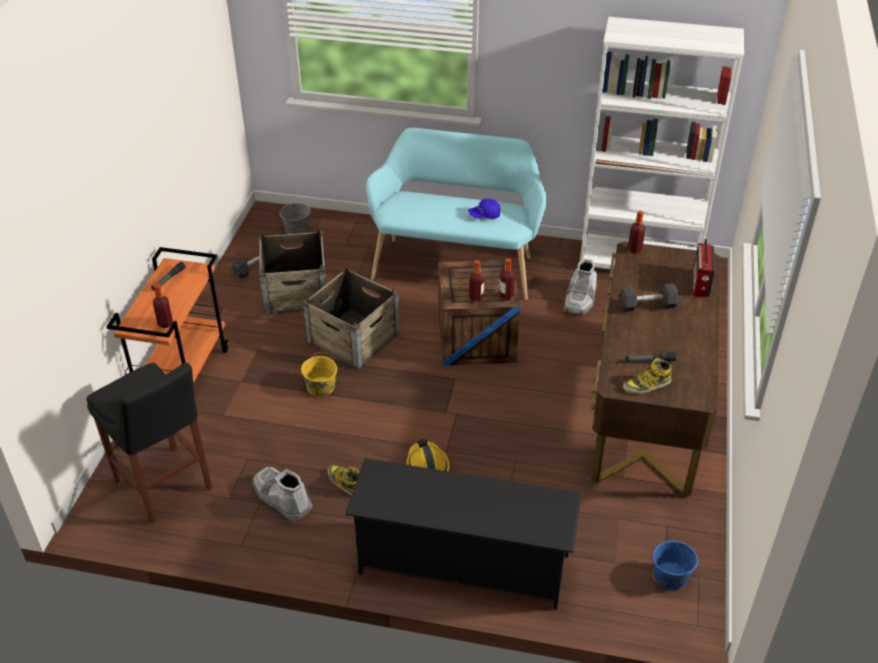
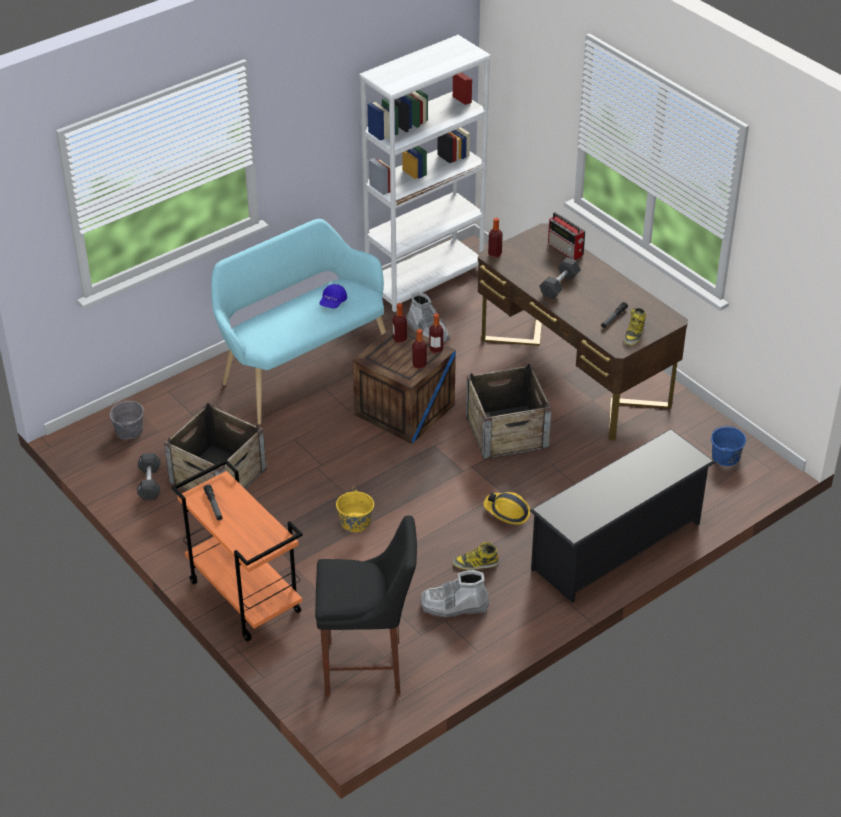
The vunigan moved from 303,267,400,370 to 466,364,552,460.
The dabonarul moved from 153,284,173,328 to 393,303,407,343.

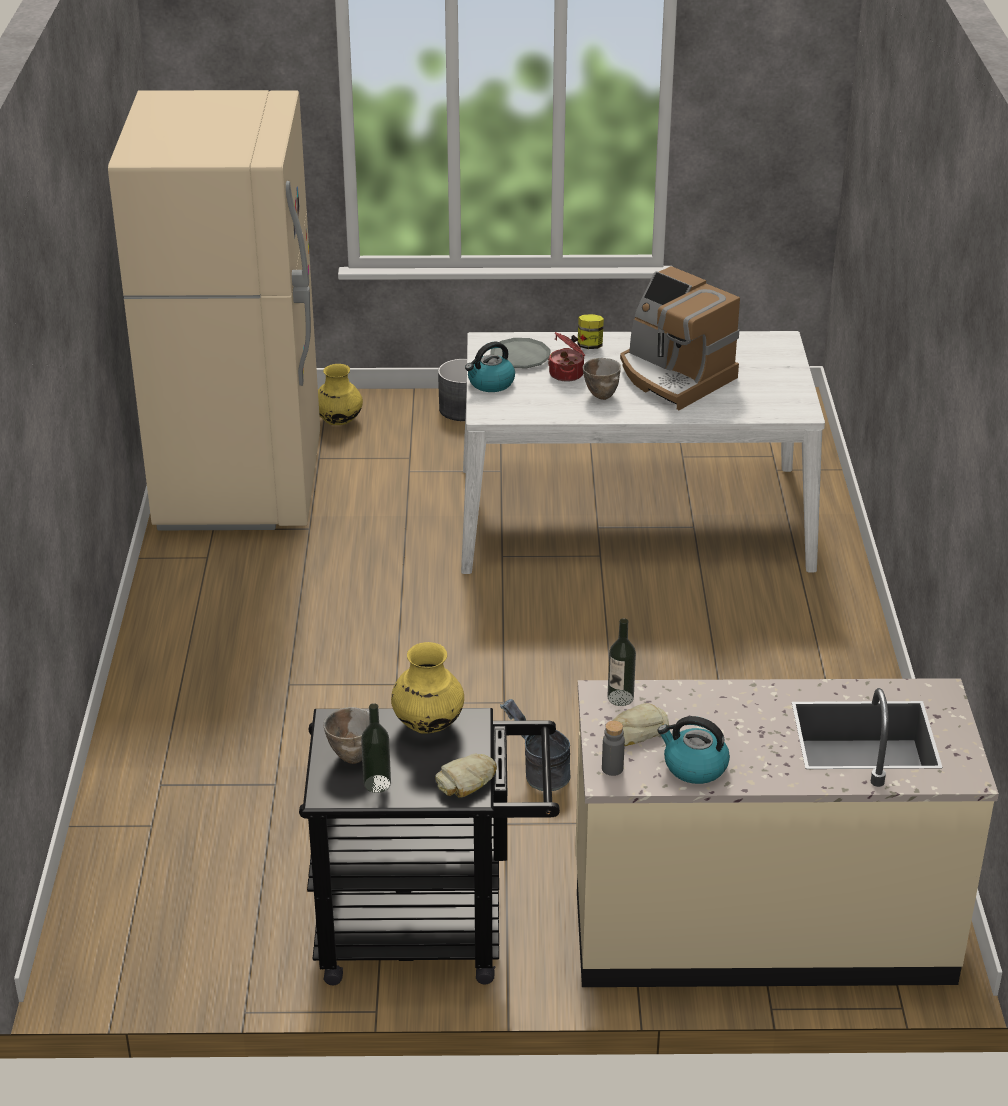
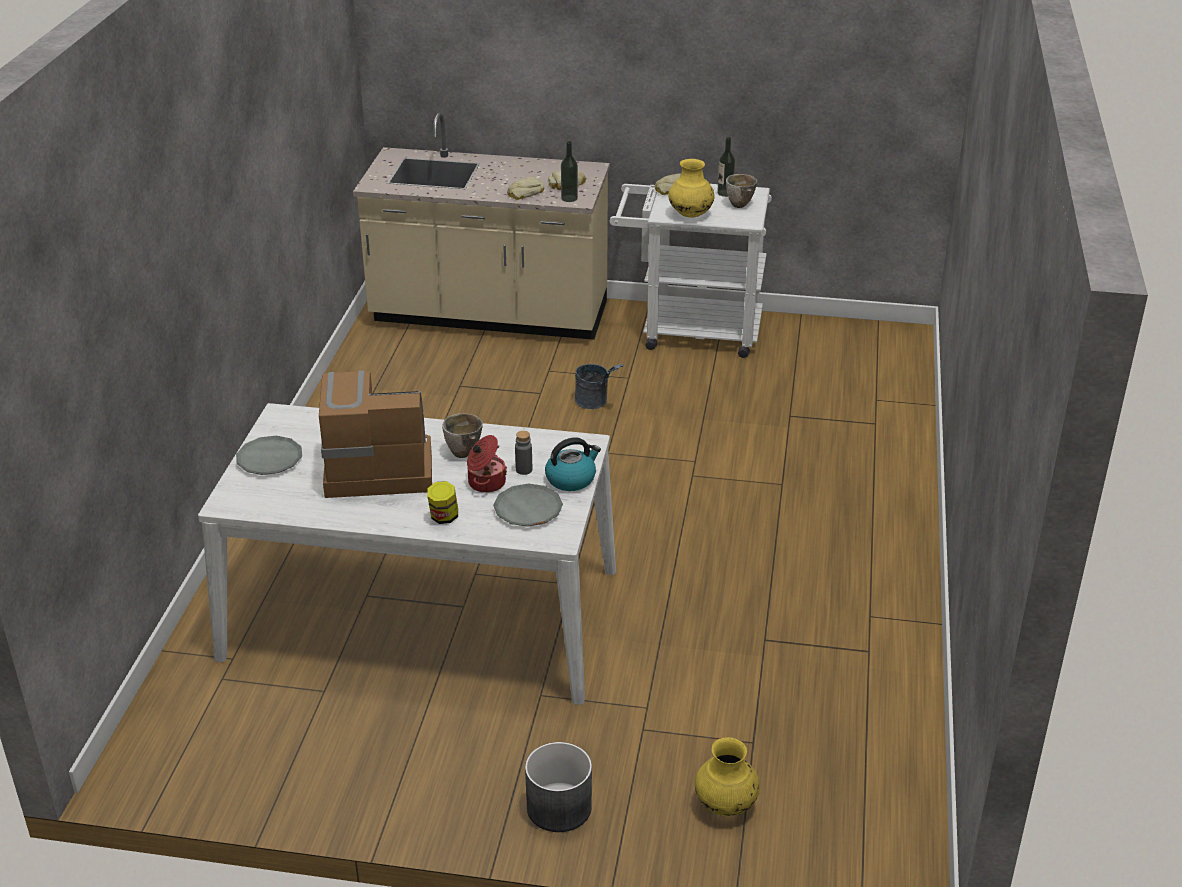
The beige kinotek at 108,90,320,530 disappeared.
The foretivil at 620,266,740,410 turned 60 degrees counterclockwise.
The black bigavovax at 299,708,560,985 became the white bigavovax at 610,184,772,358.
The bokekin at 657,716,730,784 disappeared.
The grey dabonarul moved from 602,720,625,776 to 515,431,532,475.
The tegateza at 507,176,544,200 appeared.
The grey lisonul at 236,436,302,475 appeared.

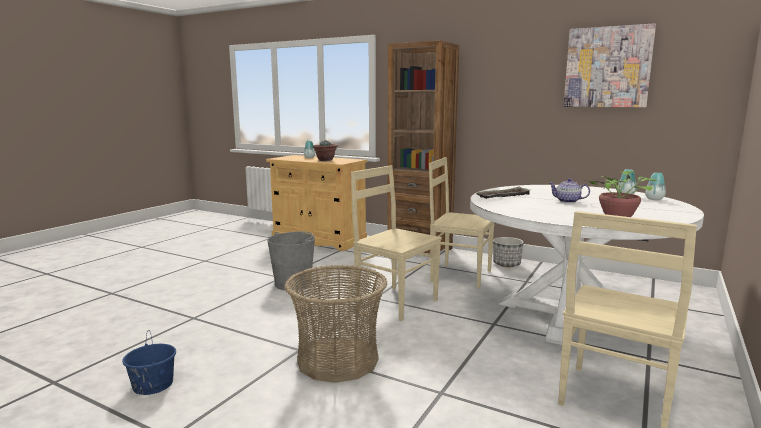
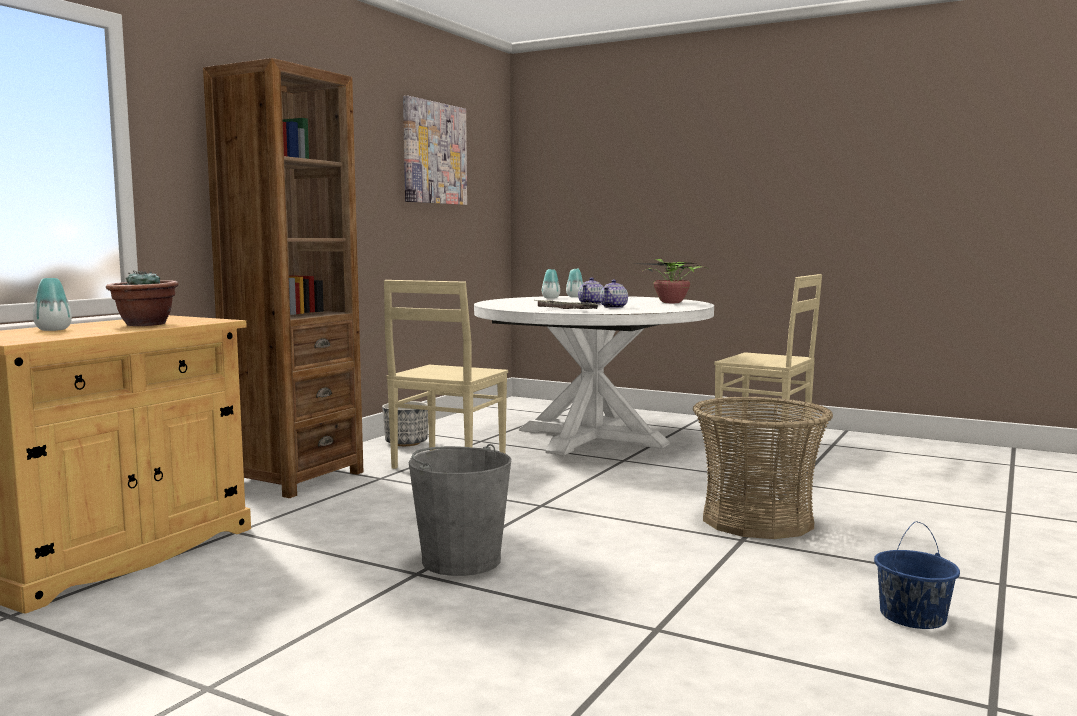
The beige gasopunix at 351,165,442,321 disappeared.
The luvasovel at 600,280,628,308 appeared.

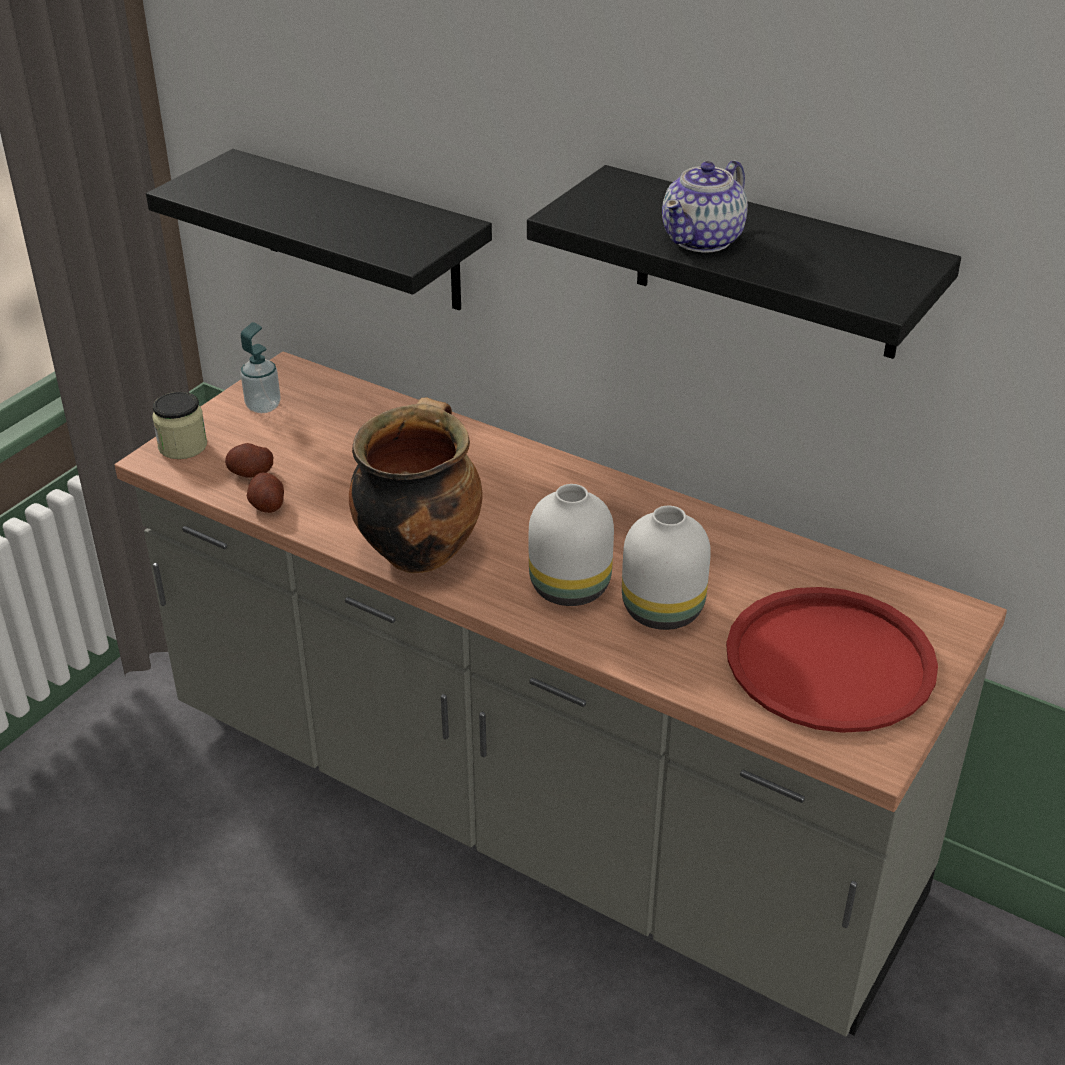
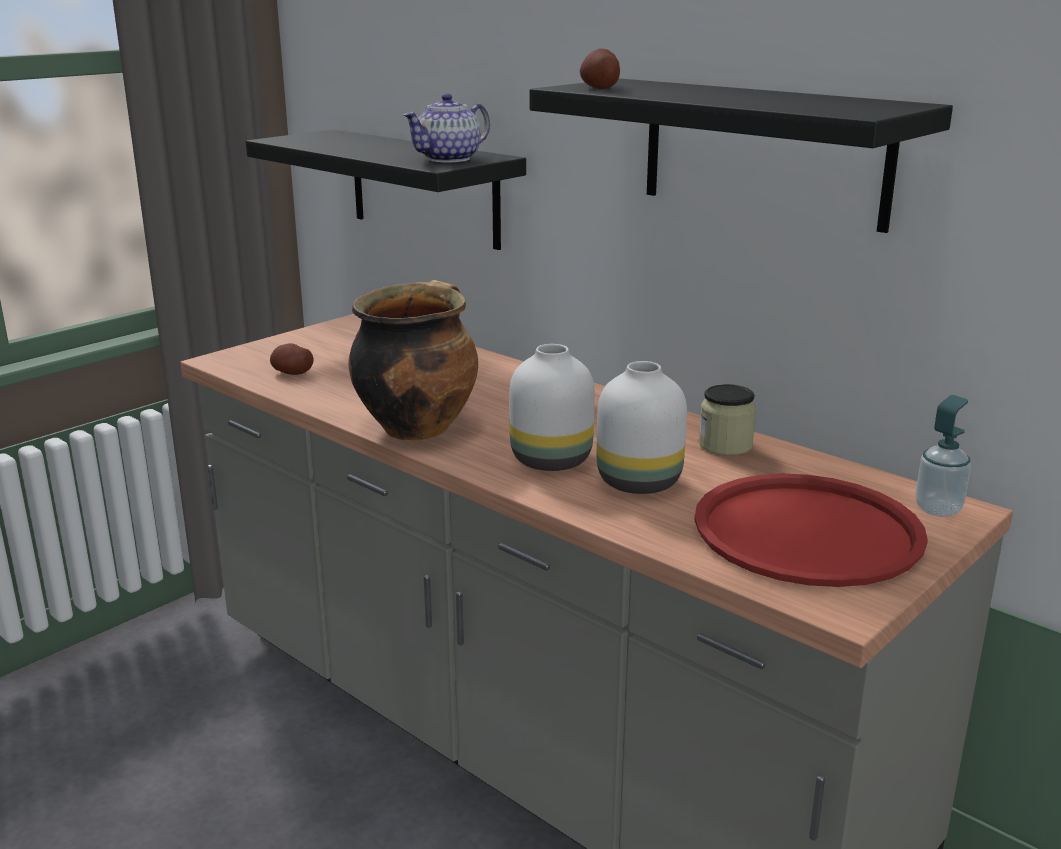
The luvasovel moved from 662,160,748,253 to 403,94,490,163.
The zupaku moved from 241,322,281,413 to 915,395,971,517.
The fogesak moved from 152,392,207,459 to 699,384,756,455.
The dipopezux moved from 247,472,284,513 to 580,48,620,89.

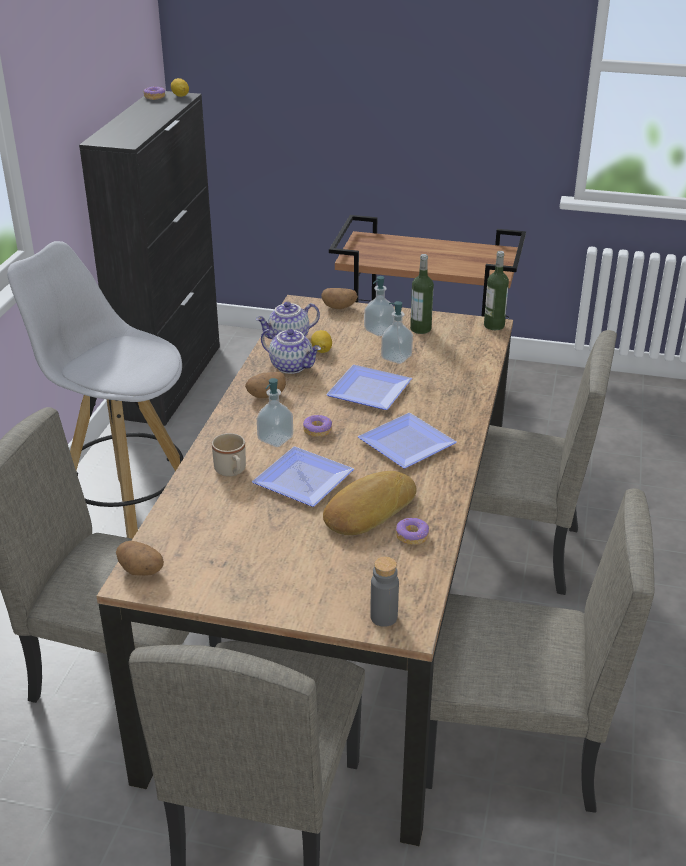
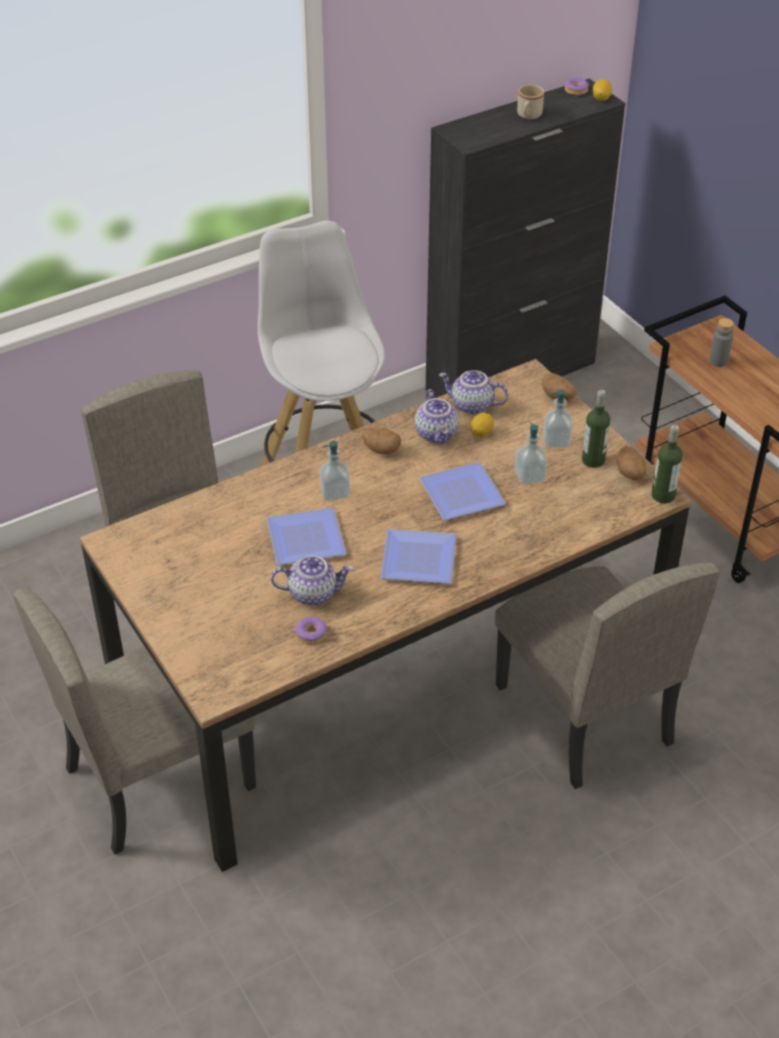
The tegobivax at 303,415,332,437 disappeared.
The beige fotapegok moved from 212,433,246,477 to 517,85,544,119.
The tegateza at 323,471,417,535 was replaced by the luvasovel at 271,556,353,606.
The beige gasopunix at 426,488,654,813 disappeared.
The dipopezux moved from 116,541,164,576 to 617,447,647,480.
The grey dabonarul moved from 370,557,399,627 to 709,318,734,367.

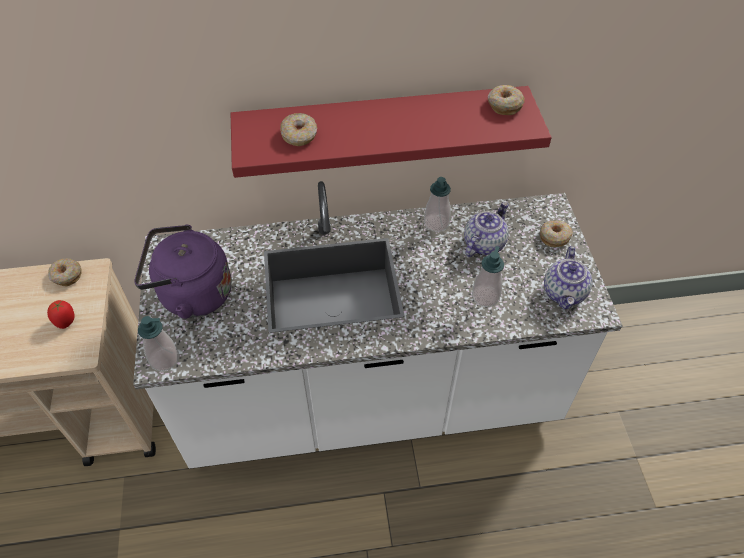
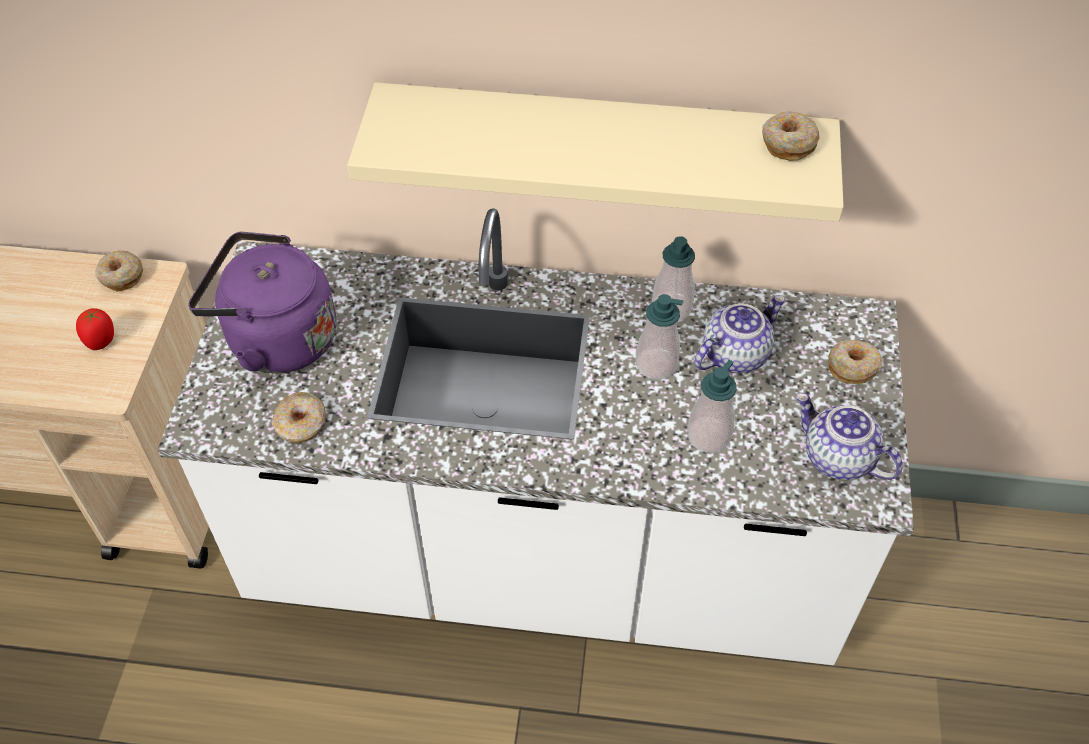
The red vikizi at 231,86,552,178 became the beige vikizi at 347,82,844,222.
The tegobivax moved from 280,113,317,146 to 272,392,326,443.
The luvasovel at 544,246,592,309 turned 105 degrees clockwise.
The zupaku moved from 138,316,179,371 to 636,294,683,380.

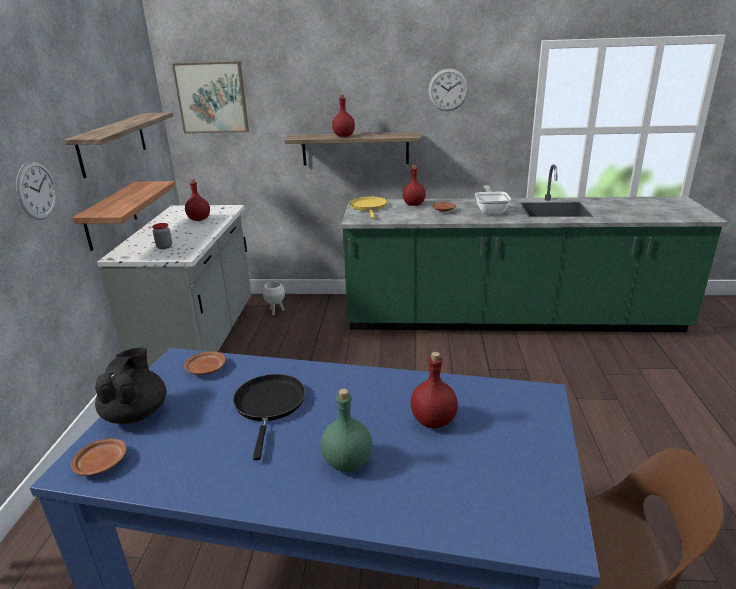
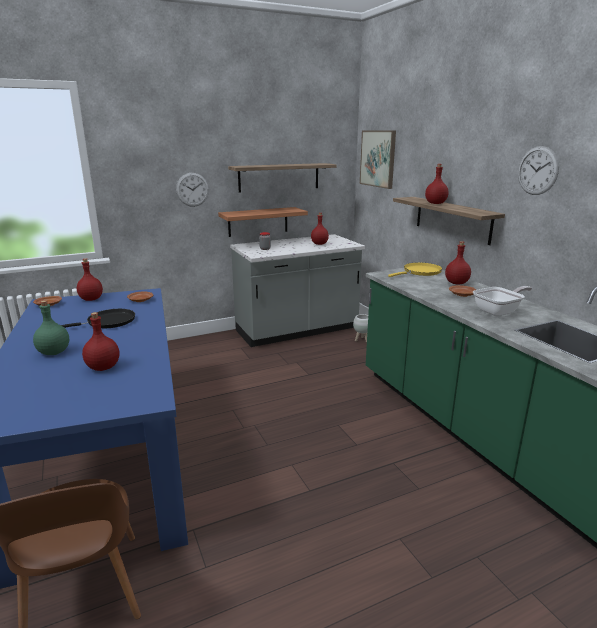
The black luvasovel at 95,347,166,424 was replaced by the red dabonarul at 77,258,103,301.

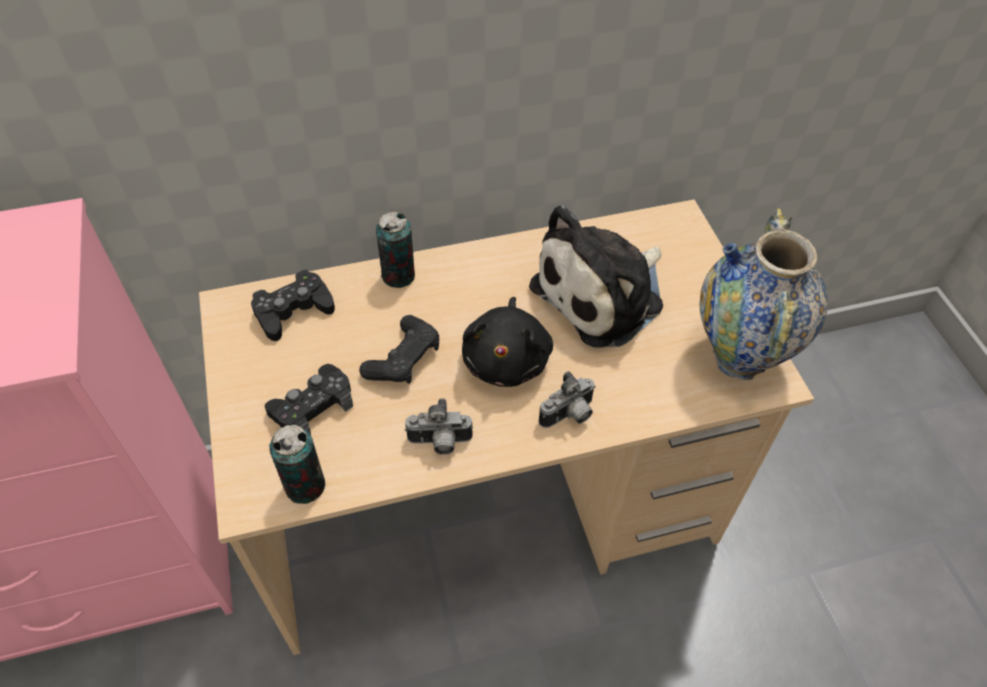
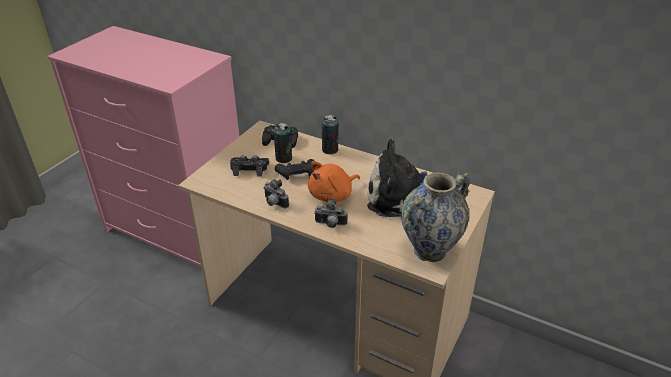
The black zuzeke at 462,297,553,387 became the orange zuzeke at 308,161,360,202.
The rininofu moved from 269,425,325,504 to 274,123,292,163.

